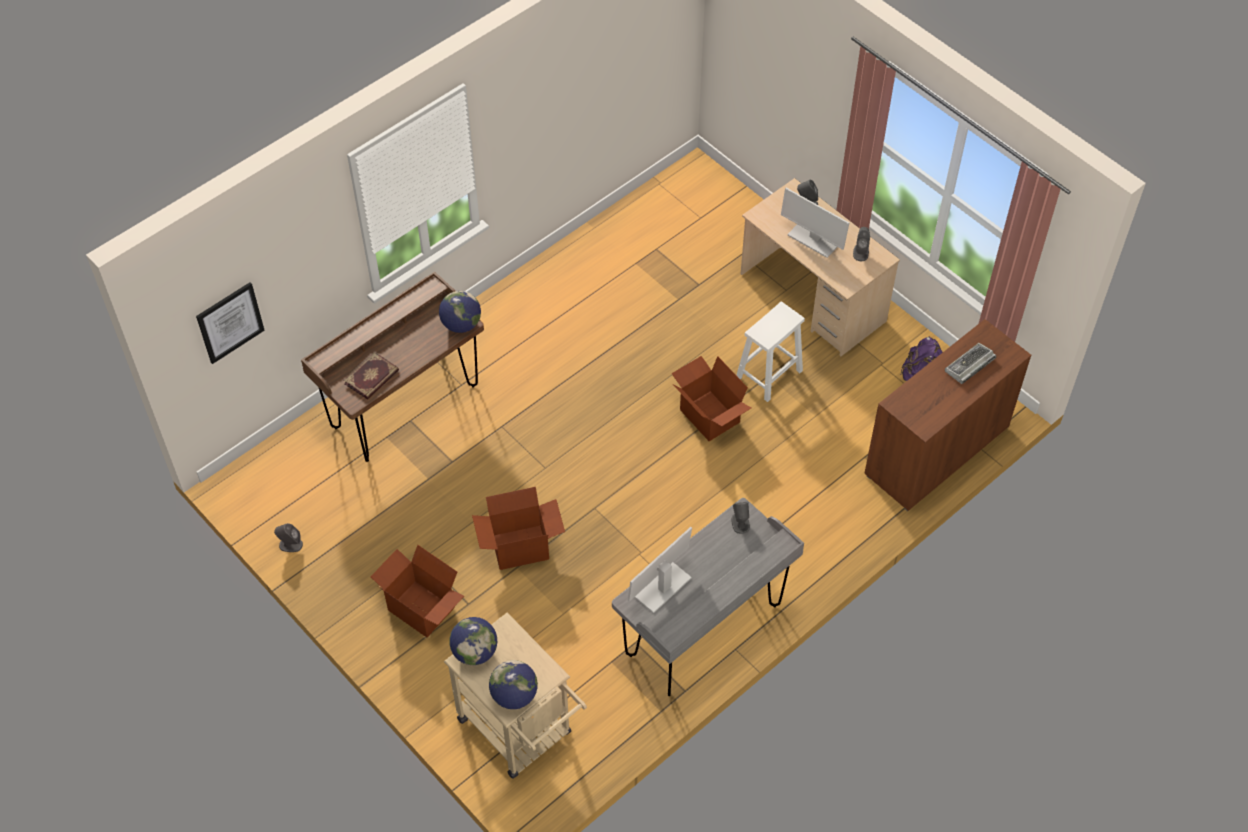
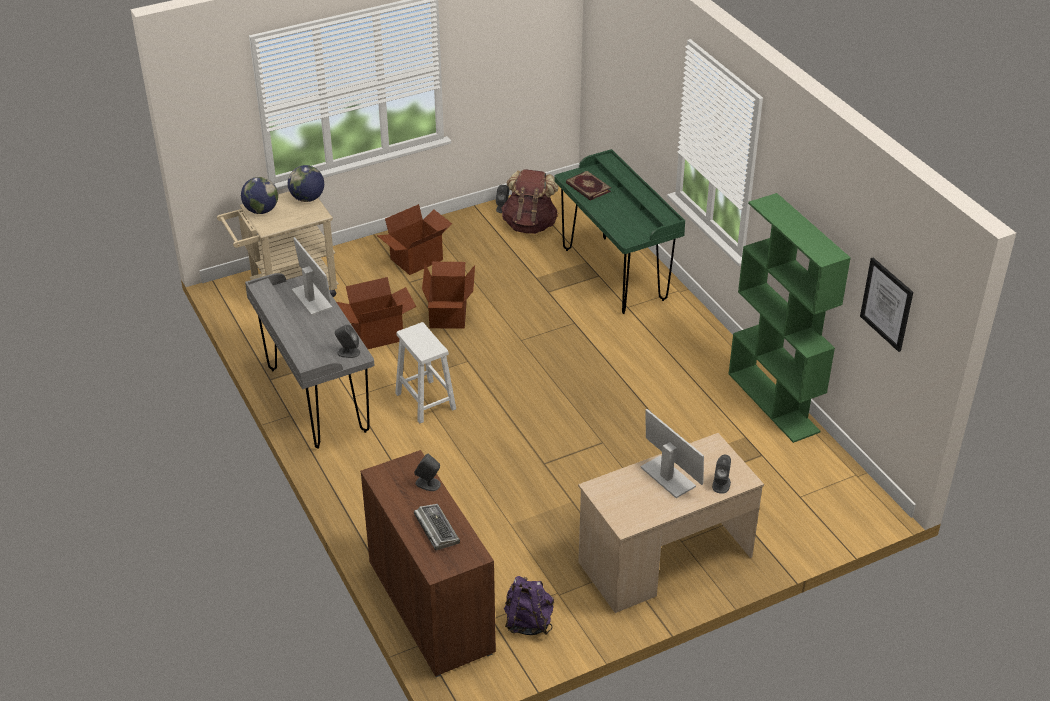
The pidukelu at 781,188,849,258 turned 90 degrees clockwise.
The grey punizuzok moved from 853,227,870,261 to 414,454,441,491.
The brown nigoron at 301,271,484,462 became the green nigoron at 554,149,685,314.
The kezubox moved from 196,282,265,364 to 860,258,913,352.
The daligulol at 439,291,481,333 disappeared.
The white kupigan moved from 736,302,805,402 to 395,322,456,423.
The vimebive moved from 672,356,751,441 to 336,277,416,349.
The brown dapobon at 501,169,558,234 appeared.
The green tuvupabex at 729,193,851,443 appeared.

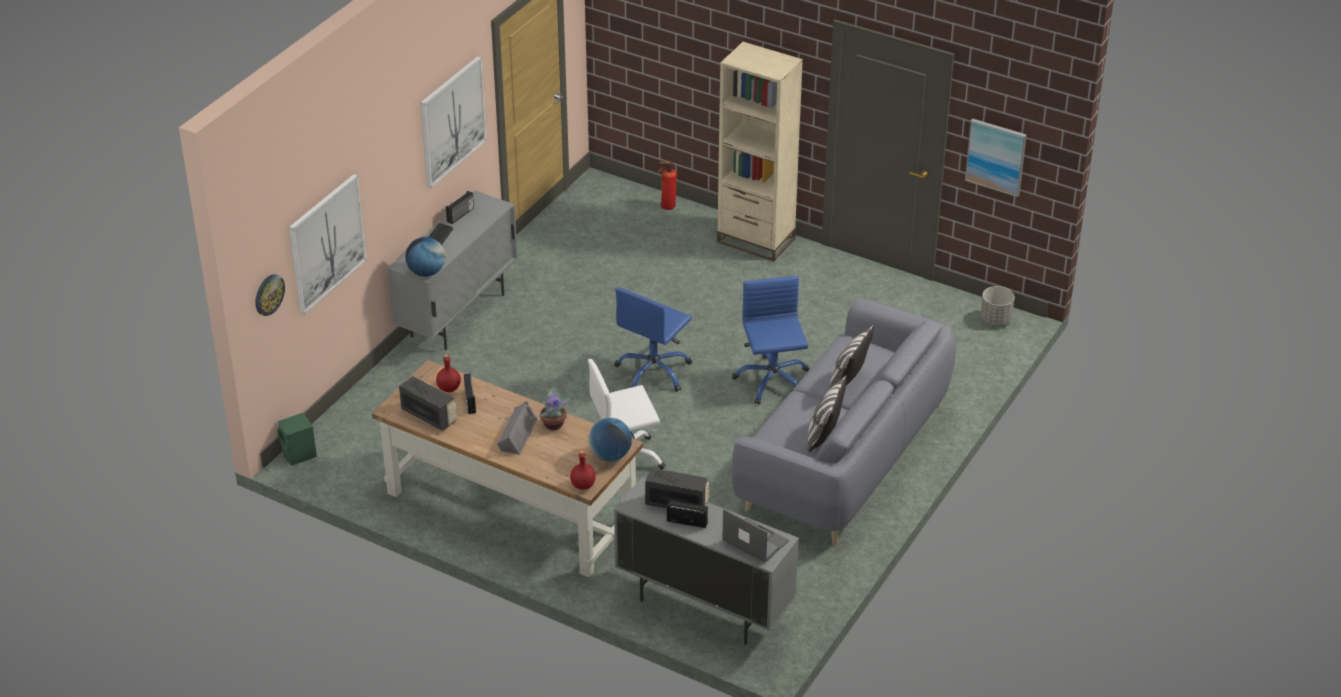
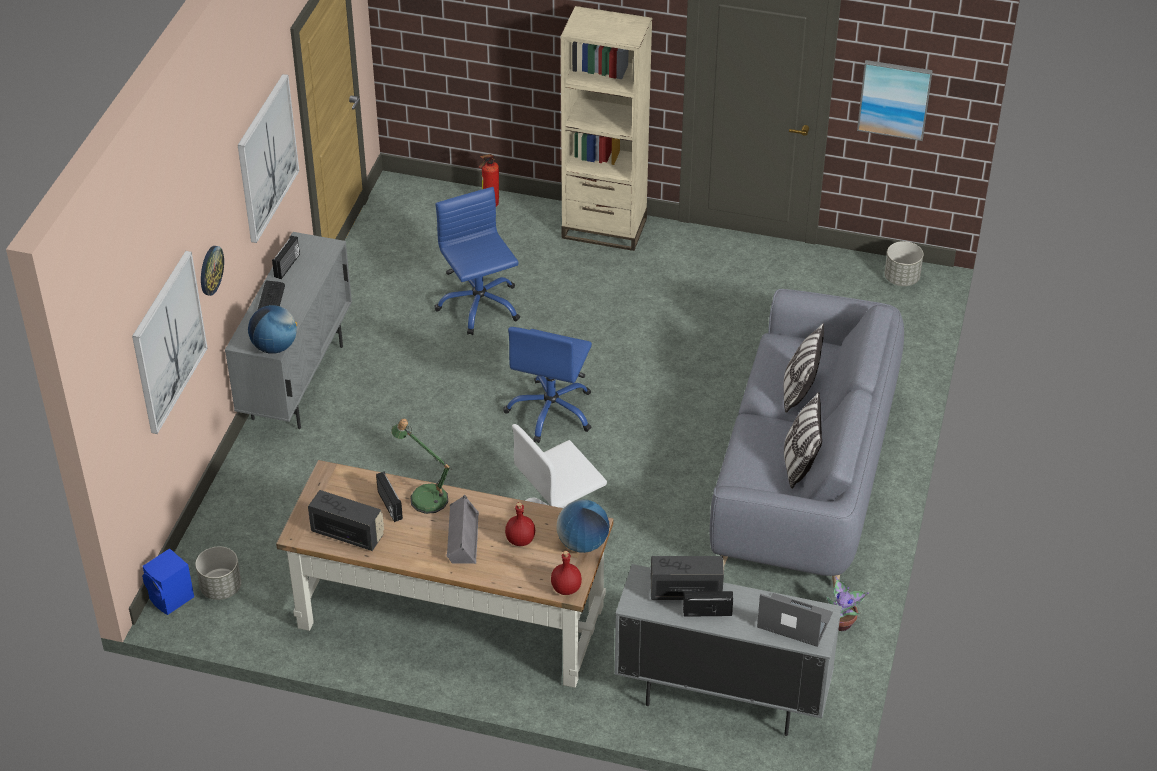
The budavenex moved from 255,274,285,316 to 201,246,224,296.
The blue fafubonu moved from 732,276,809,405 to 435,187,520,335.
The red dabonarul moved from 436,354,461,392 to 505,502,535,546.
The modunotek moved from 539,382,572,430 to 826,577,869,631.
The green punizuzok at 277,413,317,466 became the blue punizuzok at 142,548,194,615.
The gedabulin at 391,418,452,514 appeared.
The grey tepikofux at 195,546,241,600 appeared.

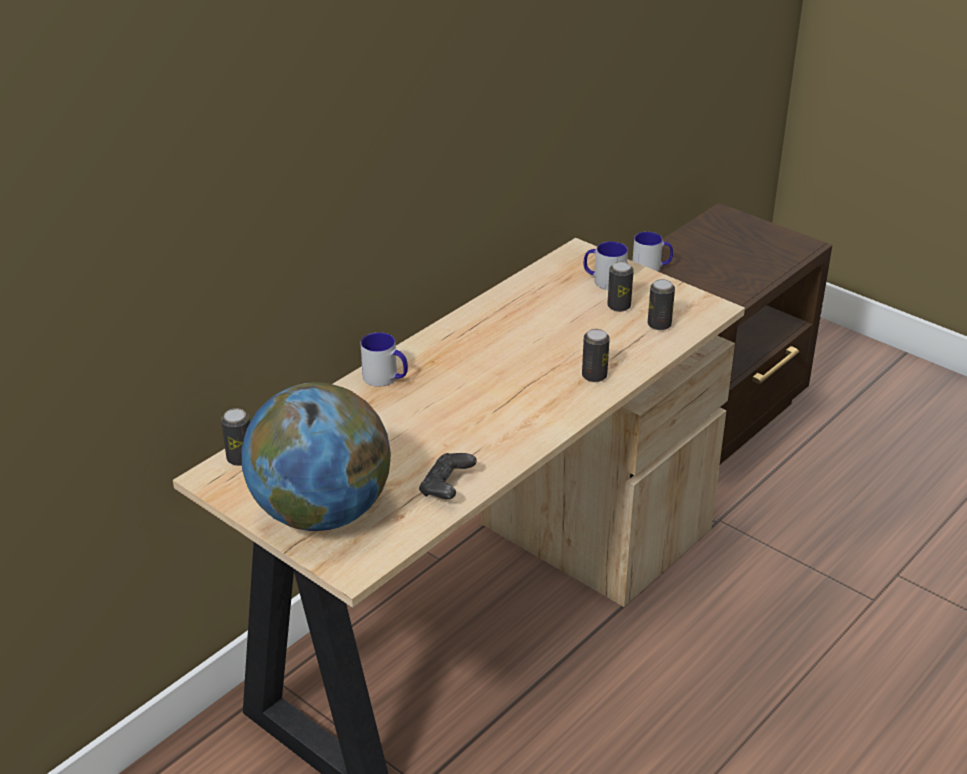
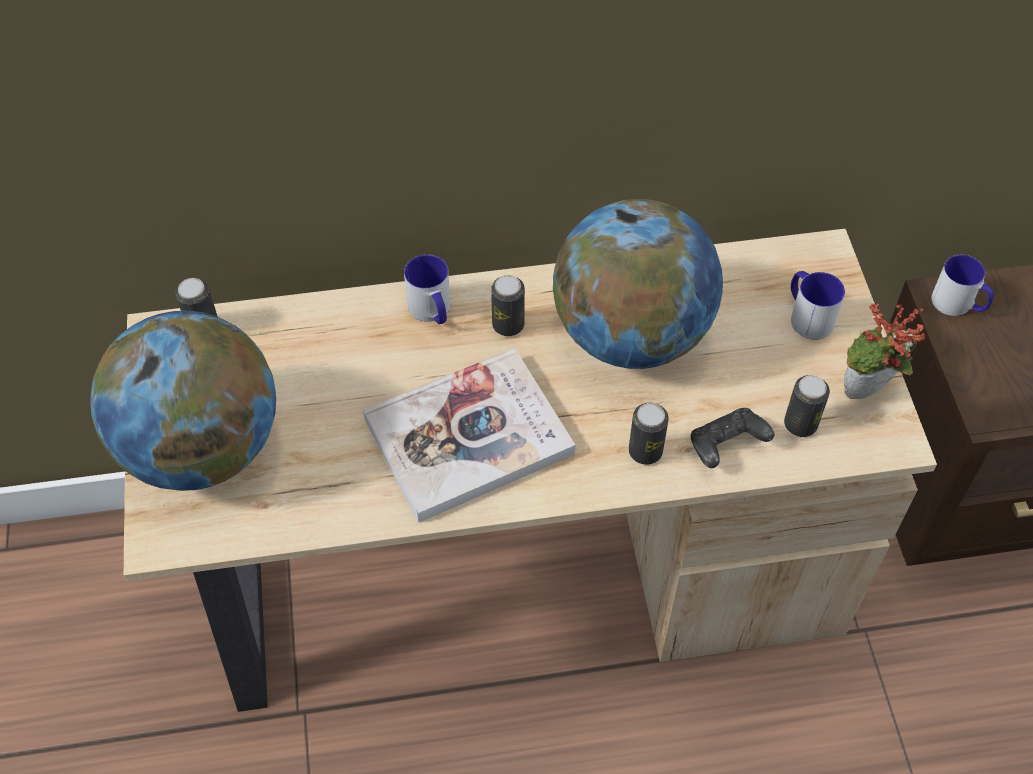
The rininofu moved from 607,261,634,312 to 491,275,525,336.
The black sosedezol moved from 419,453,477,499 to 691,408,774,468.
The daligulol at 553,199,723,369 appeared.
The modunotek at 844,303,925,399 appeared.
The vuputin at 363,348,576,522 appeared.

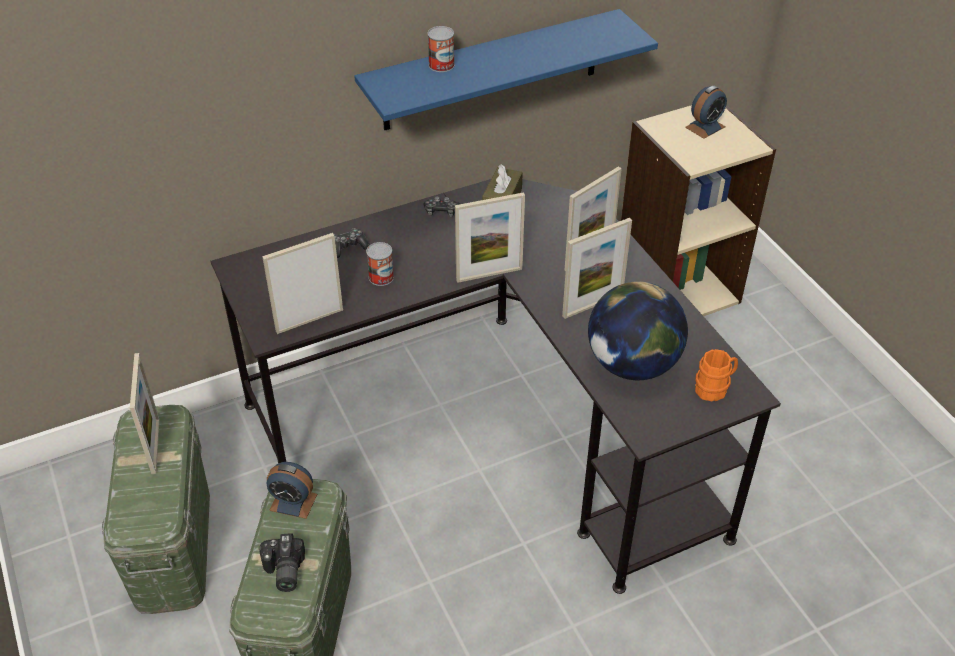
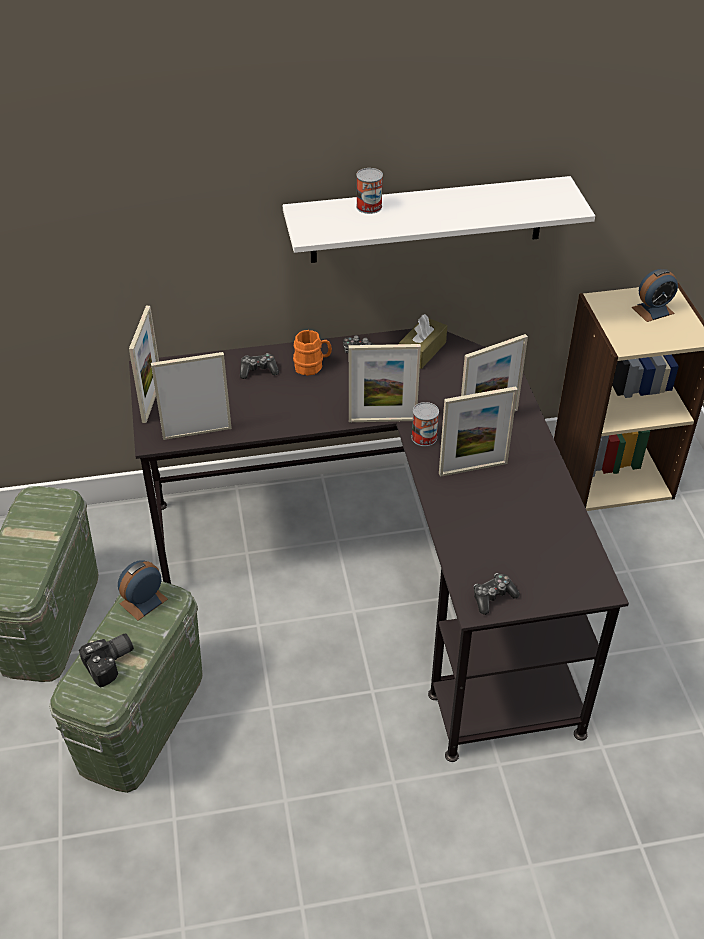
The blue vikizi at 354,9,658,130 became the white vikizi at 283,176,595,263.
The rininofu moved from 366,242,394,286 to 411,402,439,446.
The daligulol at 588,281,688,380 disappeared.
The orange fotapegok moved from 695,349,738,401 to 293,330,332,376.
The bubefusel moved from 130,353,160,474 to 129,306,159,423.
The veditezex at 267,462,317,519 turned 105 degrees clockwise.
The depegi at 259,533,305,592 turned 135 degrees counterclockwise.
The sosedezol at 474,573,520,615 appeared.

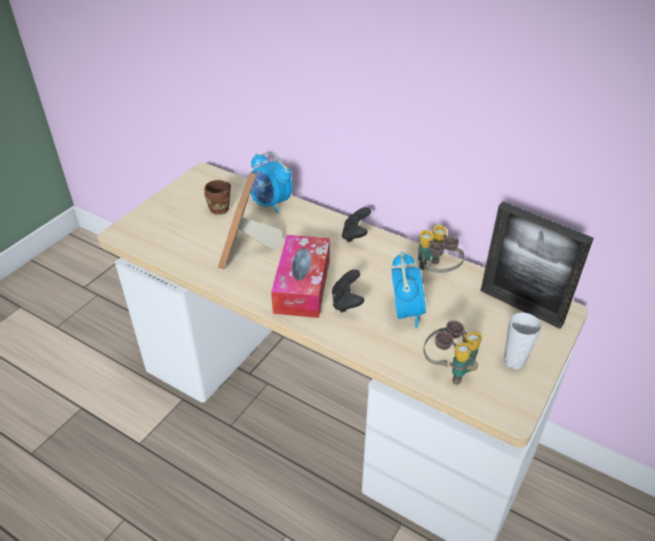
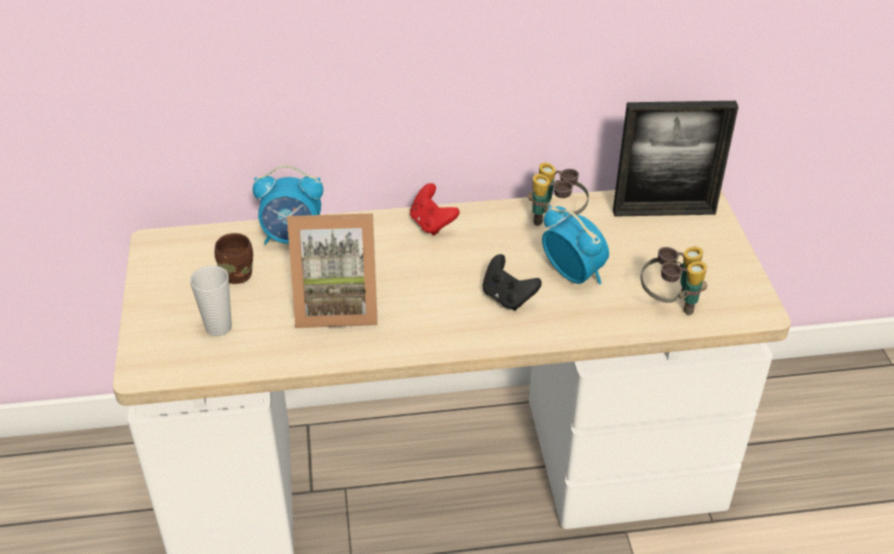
The bubefusel at 218,172,284,270 turned 60 degrees counterclockwise.
The black sosedezol at 342,207,371,242 became the red sosedezol at 410,183,460,236.
The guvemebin at 271,235,330,318 disappeared.
The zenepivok moved from 504,312,542,369 to 190,266,232,336.

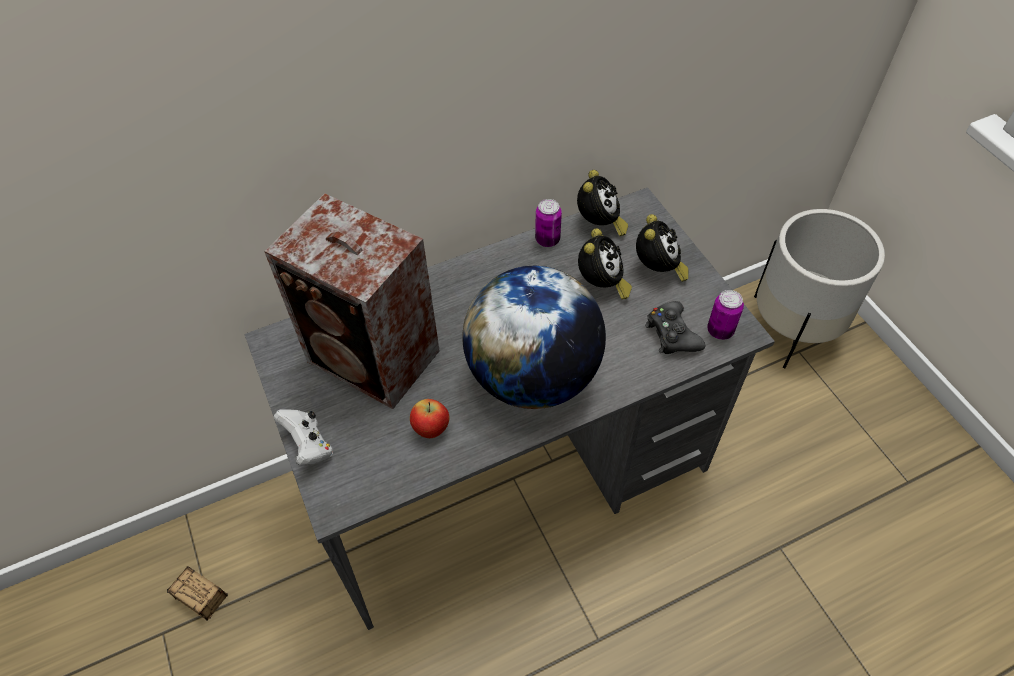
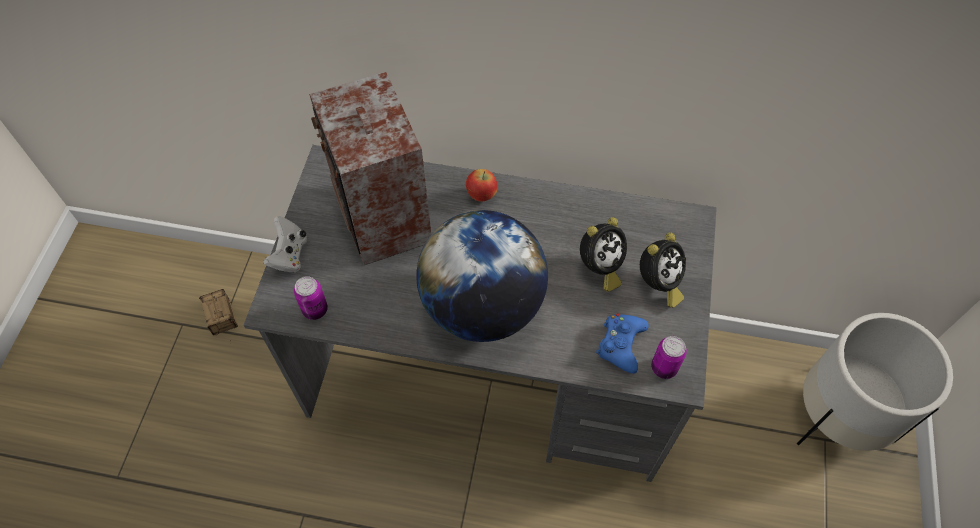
The veditezex at 577,170,628,236 disappeared.
The rininofu moved from 535,199,562,247 to 294,276,328,320.
The black sosedezol at 645,301,705,354 became the blue sosedezol at 596,313,649,374.
The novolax moved from 410,399,450,438 to 466,169,498,201.

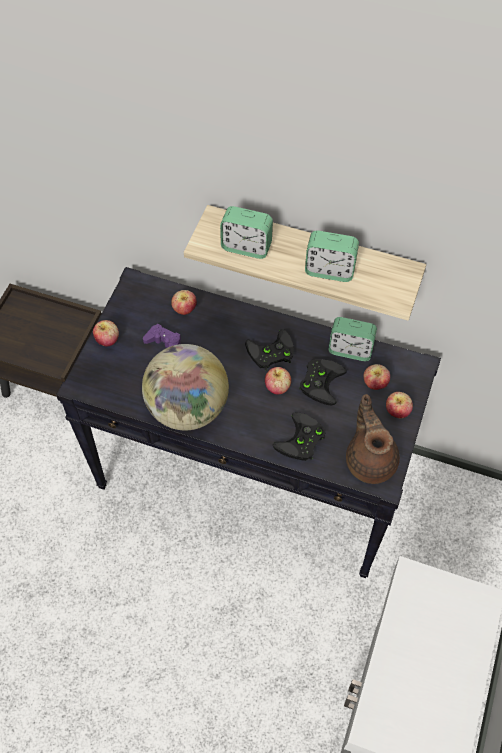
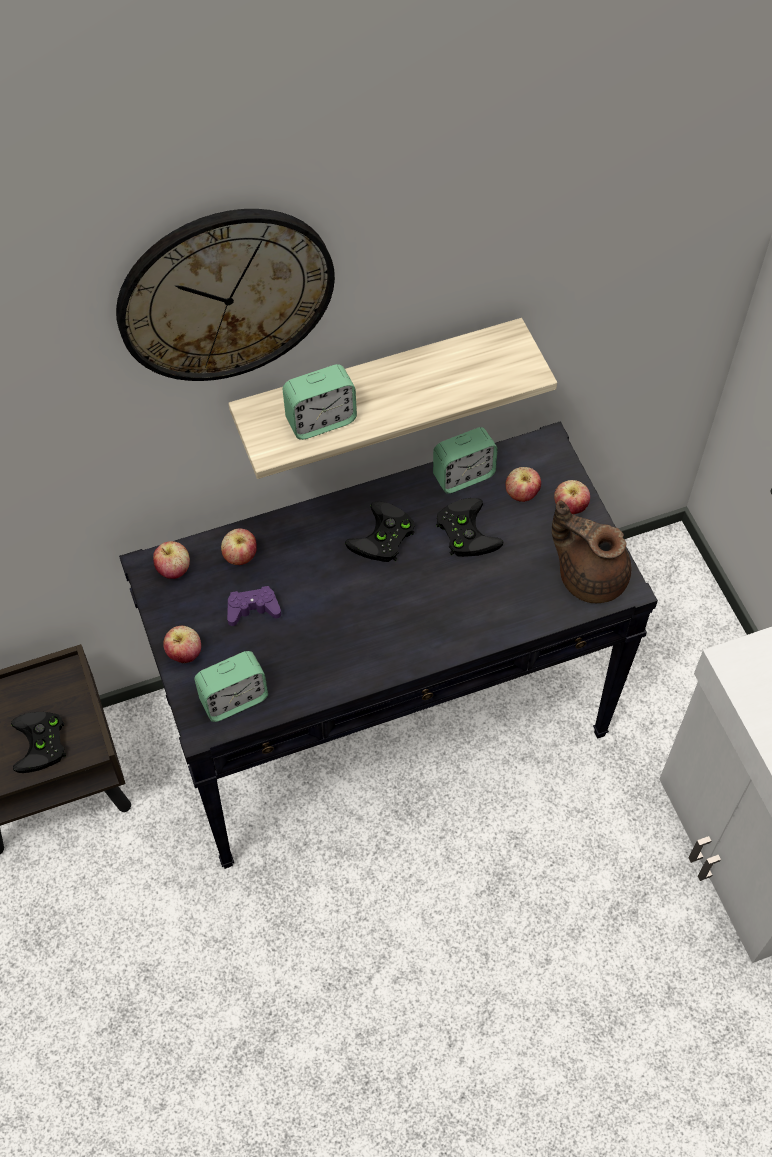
The veditezex moved from 305,231,359,282 to 194,651,268,722.
The daligulol at 142,344,229,430 disappeared.
The novolax moved from 265,367,291,394 to 153,541,190,579.
The black sosedezol moved from 273,412,326,461 to 11,712,66,773.
The budavenex at 116,209,335,381 appeared.

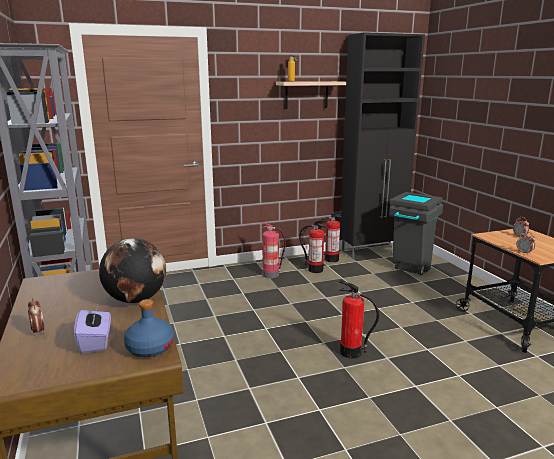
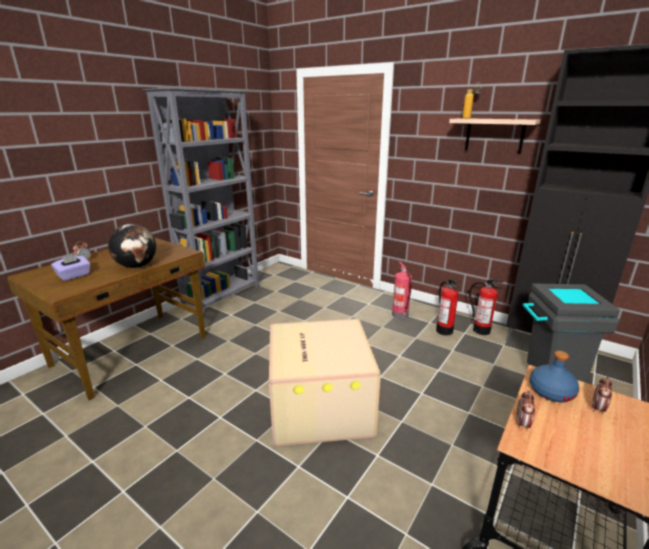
The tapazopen at 339,280,379,359 was replaced by the vimebive at 269,319,381,446.
The blue dabonarul moved from 124,299,174,357 to 529,351,579,402.

